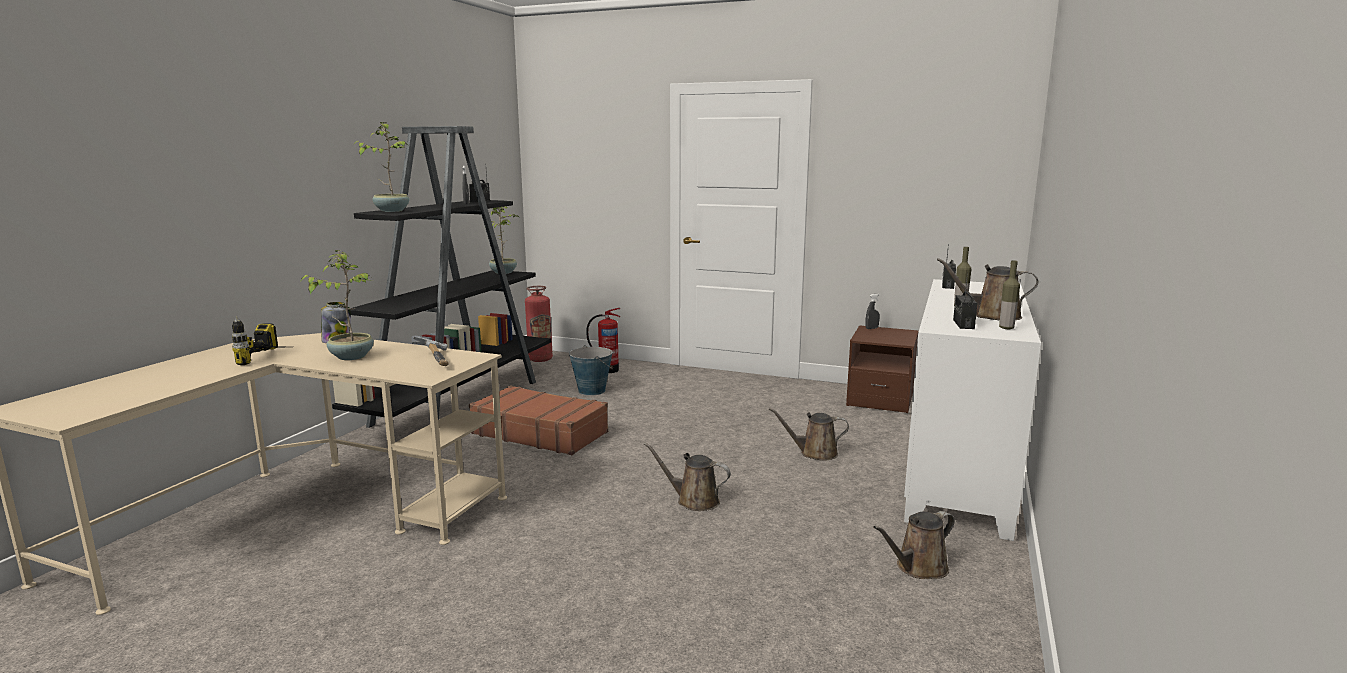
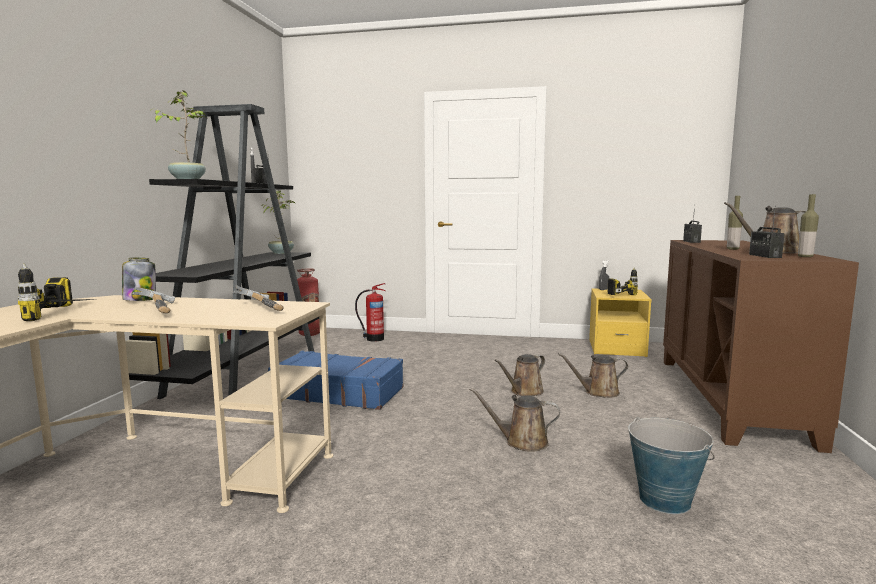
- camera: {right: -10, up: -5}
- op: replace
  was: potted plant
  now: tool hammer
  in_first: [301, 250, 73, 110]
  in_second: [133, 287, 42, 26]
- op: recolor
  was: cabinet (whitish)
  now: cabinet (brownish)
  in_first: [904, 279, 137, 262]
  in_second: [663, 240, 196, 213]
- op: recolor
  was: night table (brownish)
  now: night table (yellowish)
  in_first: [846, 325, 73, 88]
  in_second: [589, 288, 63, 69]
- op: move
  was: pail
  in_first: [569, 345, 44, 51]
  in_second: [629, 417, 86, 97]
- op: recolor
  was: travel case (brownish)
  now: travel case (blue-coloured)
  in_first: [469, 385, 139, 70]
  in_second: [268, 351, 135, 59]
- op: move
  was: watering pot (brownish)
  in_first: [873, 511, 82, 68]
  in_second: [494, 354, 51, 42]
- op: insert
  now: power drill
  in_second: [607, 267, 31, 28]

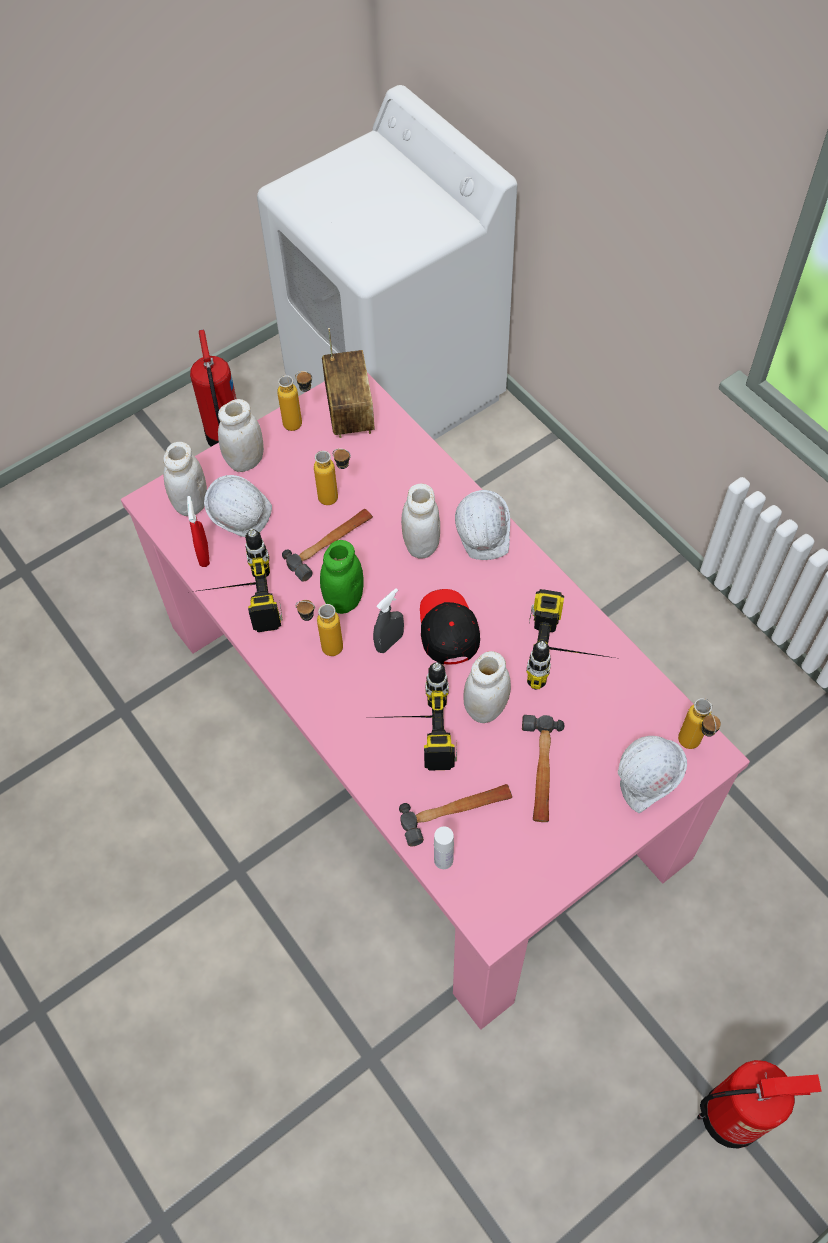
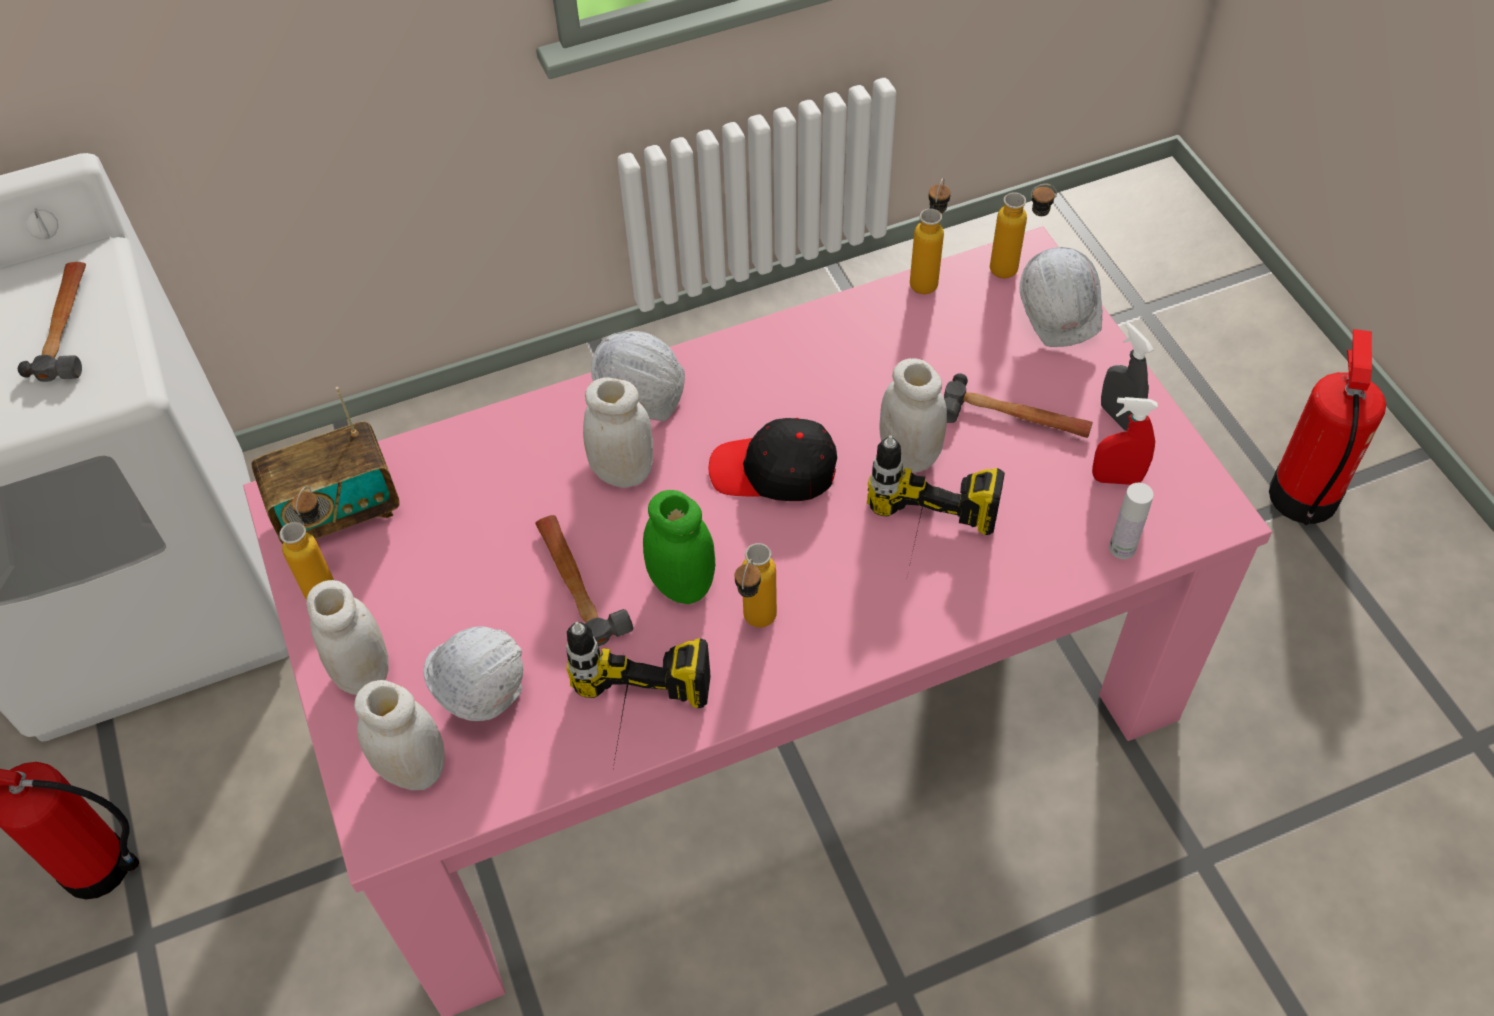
- camera: {right: -75, up: -5}
- op: rotate
  was: radio
  in_first: [322, 328, 53, 110]
  in_second: [252, 387, 148, 157]
  clockwise: 150
- op: move
  was: bottle
  in_first: [314, 449, 37, 56]
  in_second: [910, 178, 41, 116]
- op: move
  was: spray bottle (red-coloured)
  in_first: [187, 496, 23, 71]
  in_second: [1092, 397, 66, 88]
- op: move
  was: spray bottle (grey)
  in_first: [373, 588, 31, 65]
  in_second: [1101, 322, 53, 109]
- op: delete
  was: power drill
  in_first: [526, 589, 88, 101]
- op: move
  was: tool hammer
  in_first: [399, 784, 113, 63]
  in_second: [18, 262, 68, 120]

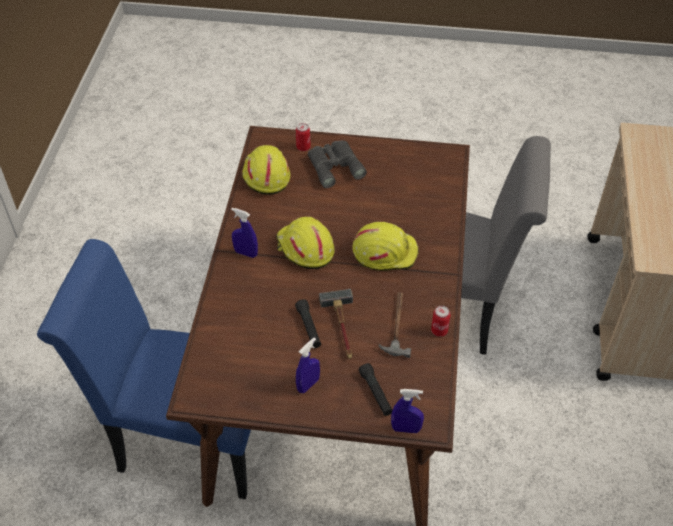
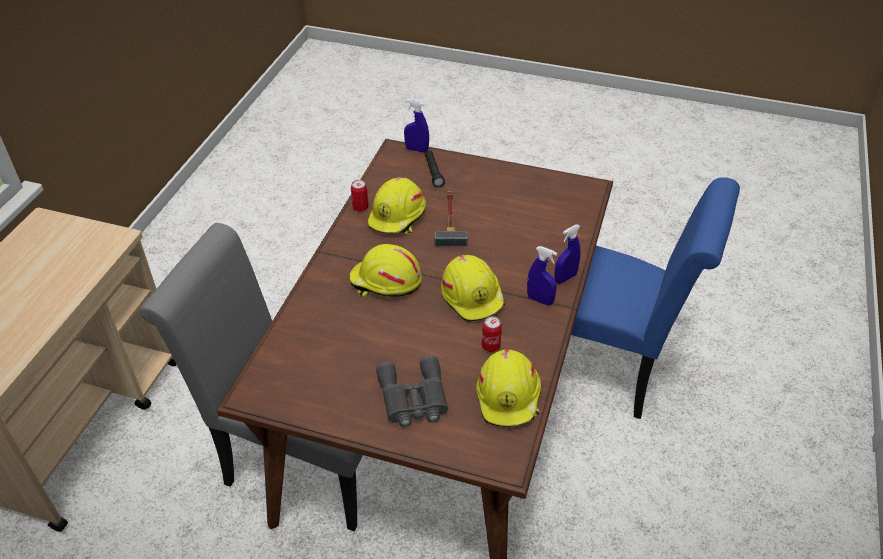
- camera: {right: -170, up: -5}
- op: move
  was: can
  in_first: [296, 123, 15, 28]
  in_second: [482, 316, 20, 36]
- op: replace
  was: tool hammer
  now: work helmet (yellowish)
  in_first: [379, 292, 32, 66]
  in_second: [367, 177, 59, 57]
- op: delete
  was: flashlight (black-coloured)
  in_first: [295, 299, 26, 49]
- op: move
  was: spray bottle (blue-coloured)
  in_first: [296, 337, 24, 56]
  in_second: [554, 224, 27, 60]

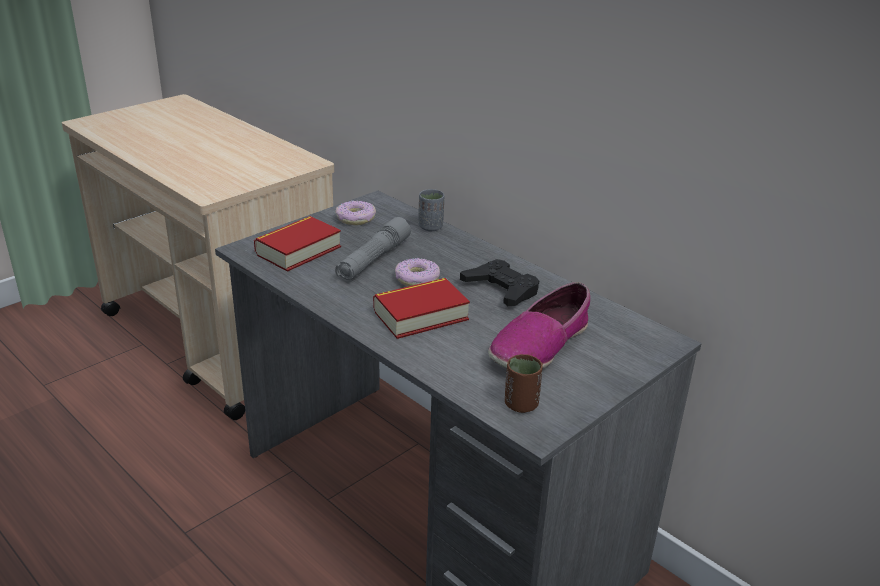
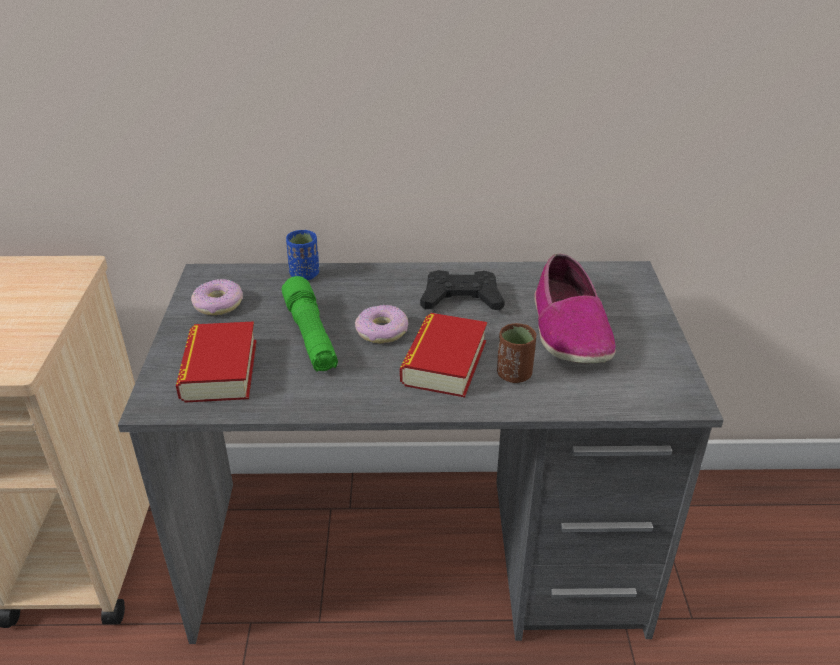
- camera: {right: -45, up: 5}
- op: recolor
  was: cup (grey)
  now: cup (blue-coloured)
  in_first: [418, 189, 27, 42]
  in_second: [286, 230, 33, 50]
- op: recolor
  was: flashlight (grey)
  now: flashlight (green-coloured)
  in_first: [335, 217, 76, 63]
  in_second: [282, 276, 56, 96]
- op: move
  was: cup (brownish)
  in_first: [505, 354, 38, 59]
  in_second: [497, 323, 39, 60]

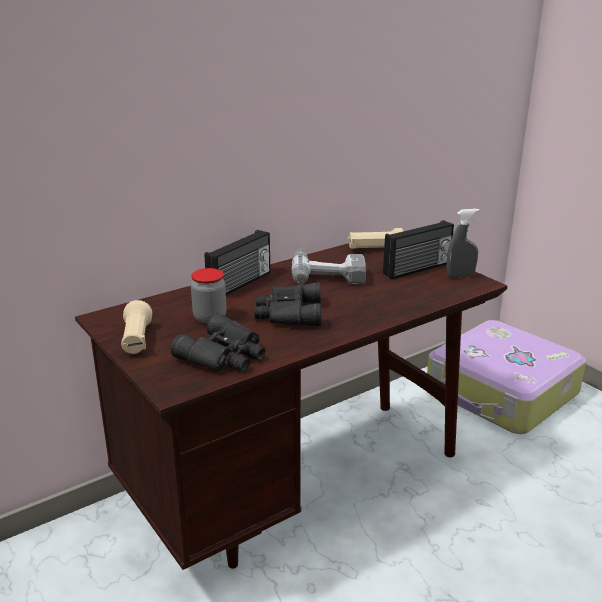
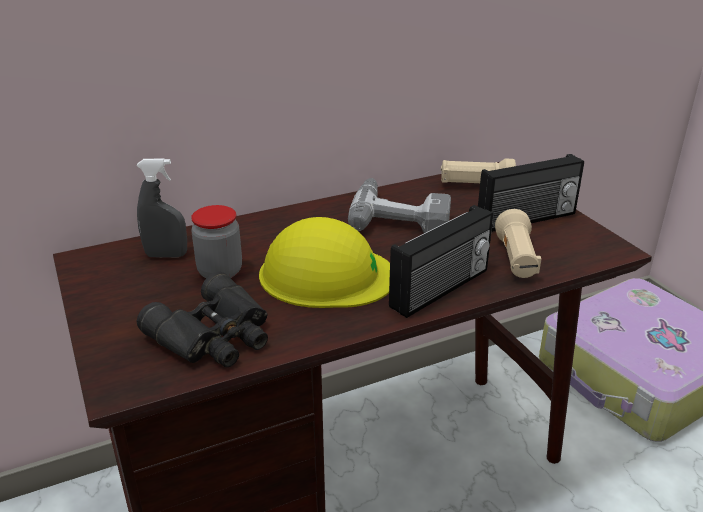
- camera: {right: 10, up: 5}
- op: move
  was: spray bottle (grey)
  in_first: [446, 209, 34, 69]
  in_second: [136, 158, 51, 100]
- op: move
  was: radio
  in_first: [204, 230, 66, 65]
  in_second: [389, 205, 104, 113]
- op: replace
  was: pair of binoculars (black-coloured)
  now: work helmet (yellowish)
  in_first: [254, 282, 67, 44]
  in_second: [259, 217, 131, 91]
- op: move
  was: flashlight (beige-coloured)
  in_first: [121, 300, 31, 54]
  in_second: [495, 209, 46, 69]

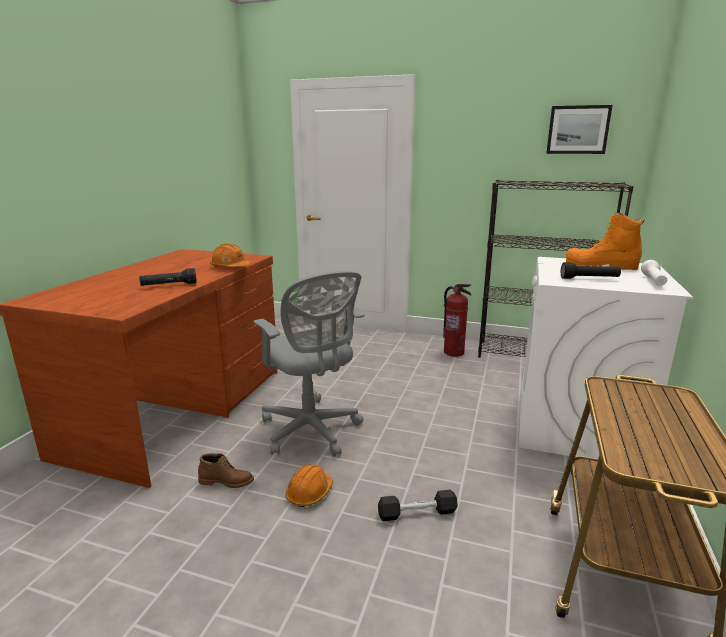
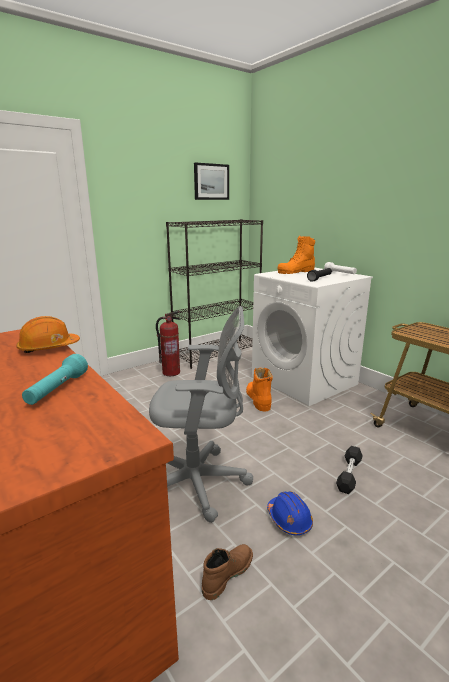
- camera: {right: -55, up: 0}
- op: recolor
  was: flashlight (black-coloured)
  now: flashlight (turquoise-coloured)
  in_first: [139, 268, 58, 18]
  in_second: [22, 354, 66, 51]
- op: recolor
  was: work helmet (orangey)
  now: work helmet (blue-coloured)
  in_first: [286, 464, 47, 43]
  in_second: [267, 491, 46, 44]
- op: insert
  now: tall boot (orangey)
  in_second: [246, 368, 27, 43]

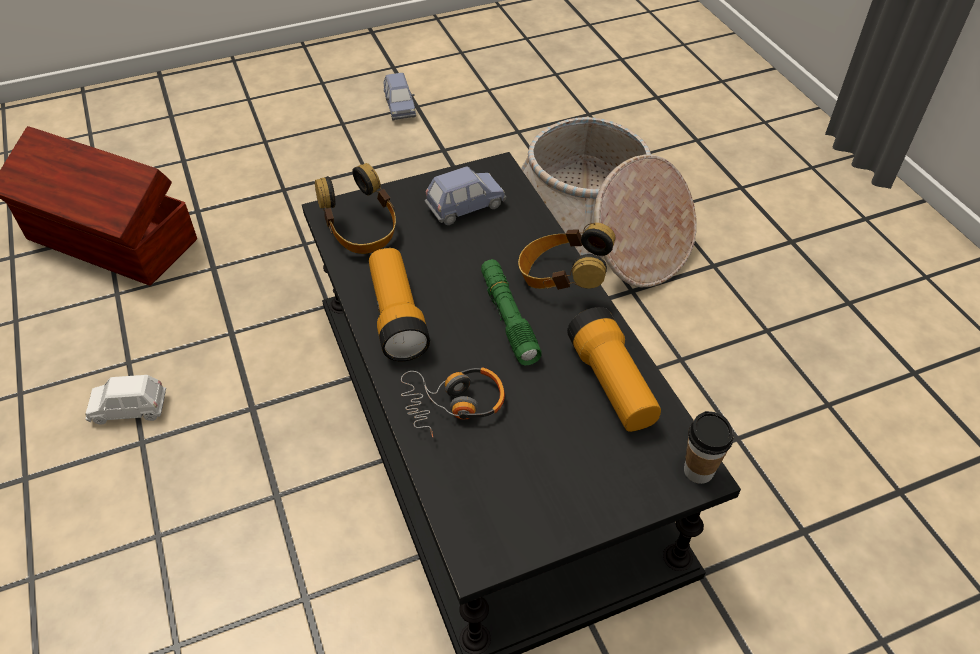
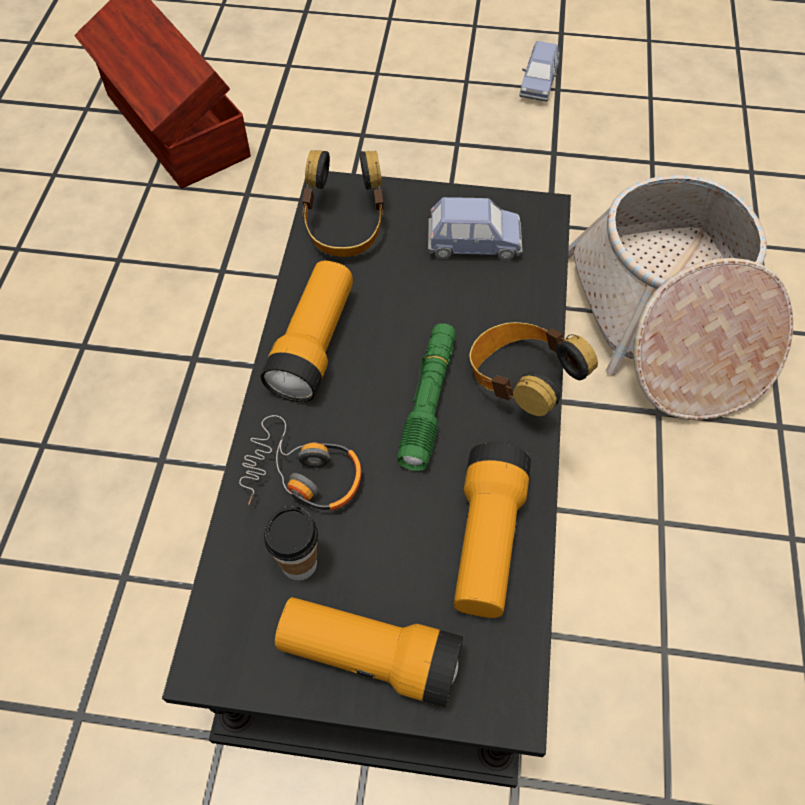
- camera: {right: 30, up: 10}
- op: delete
  was: miniature car (whitish)
  in_first: [85, 375, 81, 49]
- op: move
  was: cup
  in_first: [684, 411, 49, 73]
  in_second: [264, 506, 54, 75]
- op: insert
  now: flashlight
  in_second: [275, 597, 188, 110]

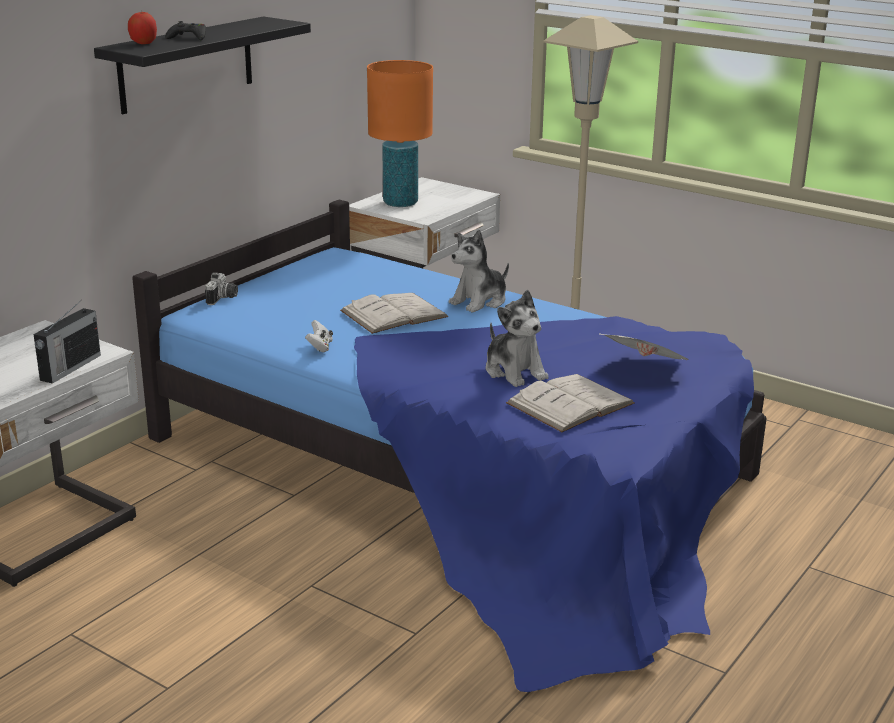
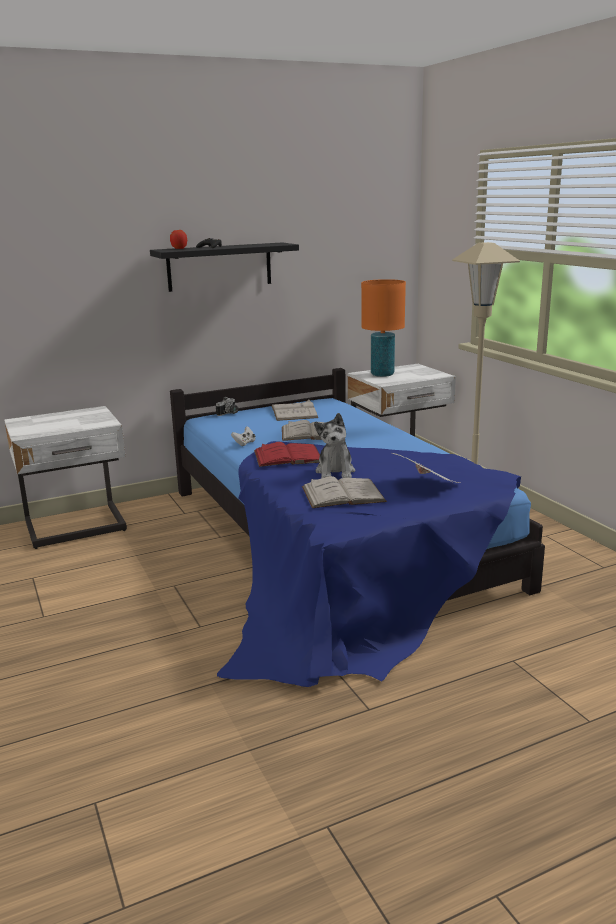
- camera: {right: 30, up: -5}
- op: delete
  was: soft toy
  in_first: [449, 230, 60, 83]
- op: delete
  was: radio
  in_first: [33, 302, 68, 82]
- op: insert
  now: volume (whitish)
  in_second: [272, 400, 47, 21]
- op: insert
  now: volume (red-coloured)
  in_second: [254, 442, 66, 25]

